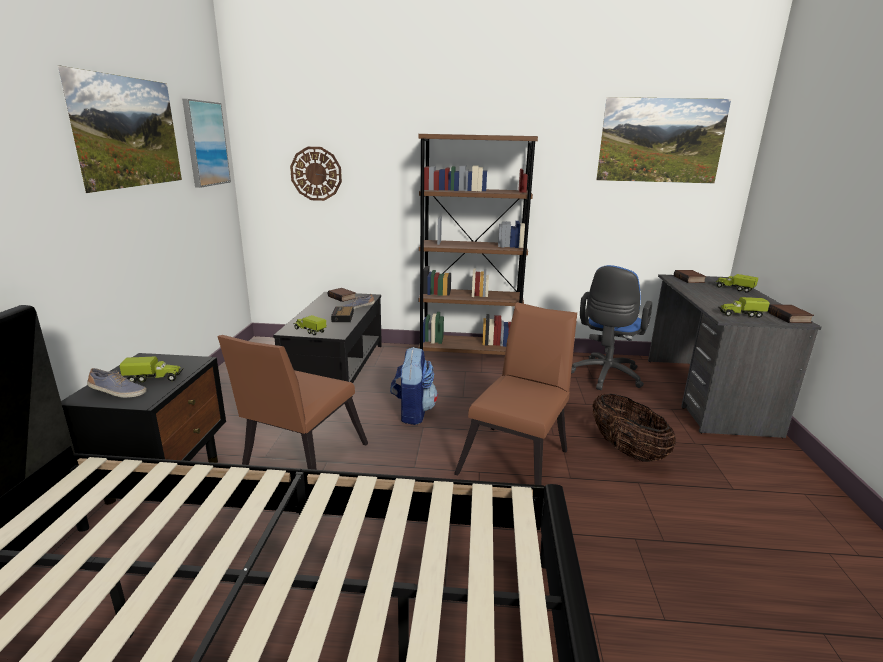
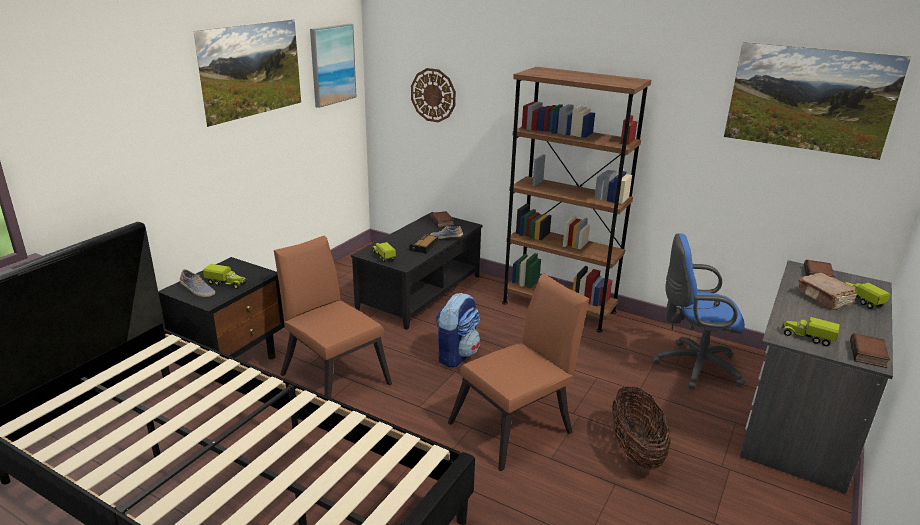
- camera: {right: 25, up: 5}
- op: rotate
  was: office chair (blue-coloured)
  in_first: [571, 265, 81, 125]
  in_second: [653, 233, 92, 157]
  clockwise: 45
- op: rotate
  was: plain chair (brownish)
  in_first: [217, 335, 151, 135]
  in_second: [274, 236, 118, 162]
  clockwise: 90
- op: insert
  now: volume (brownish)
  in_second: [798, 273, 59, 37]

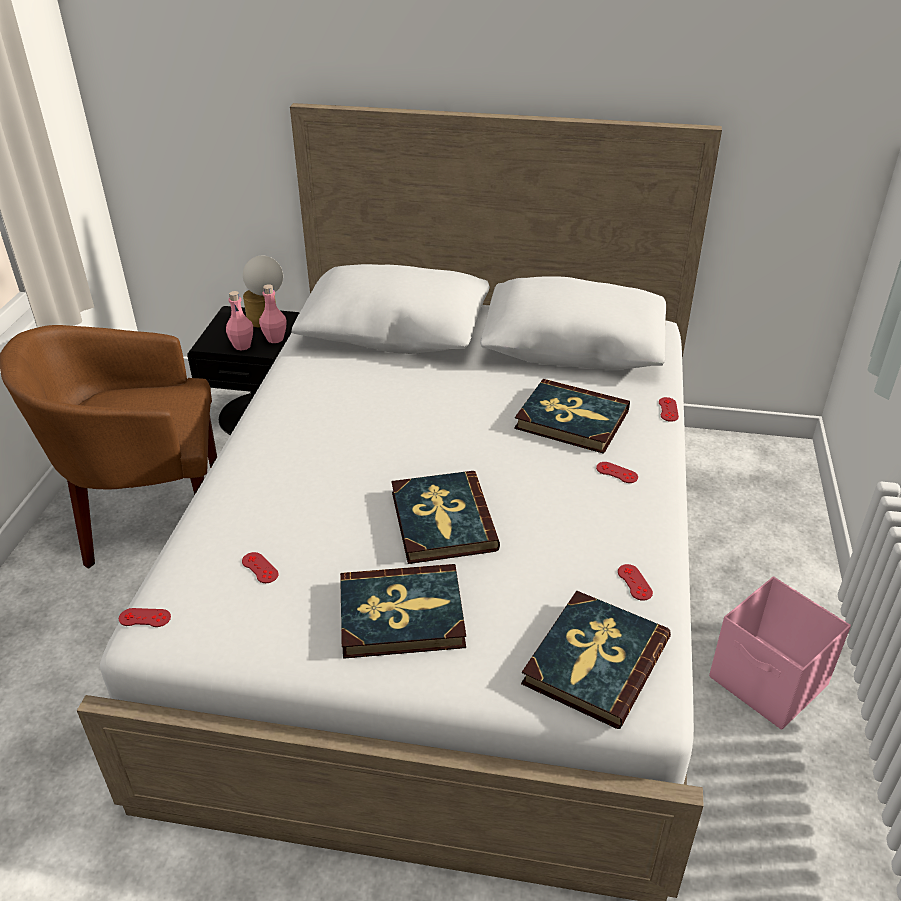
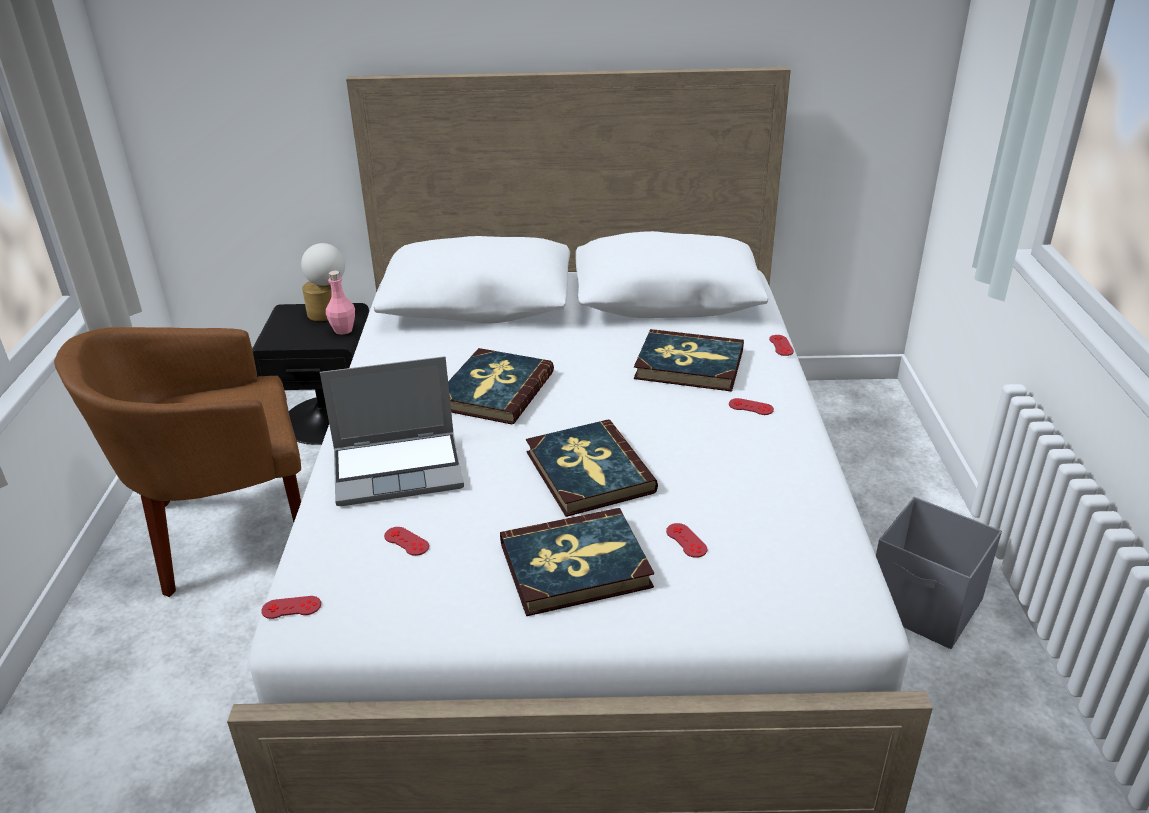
- camera: {right: -10, up: -5}
- op: delete
  was: bottle (pink-coloured)
  in_first: [226, 291, 27, 60]
- op: move
  was: gamepad (red-coloured)
  in_first: [618, 564, 35, 37]
  in_second: [666, 523, 41, 35]
- op: recolor
  was: storage box (pink-coloured)
  now: storage box (grey)
  in_first: [709, 577, 142, 153]
  in_second: [876, 497, 126, 152]
- op: move
  was: volume
  in_first: [521, 591, 150, 138]
  in_second: [448, 348, 106, 76]
- op: insert
  now: portable computer
  in_second: [320, 356, 144, 150]

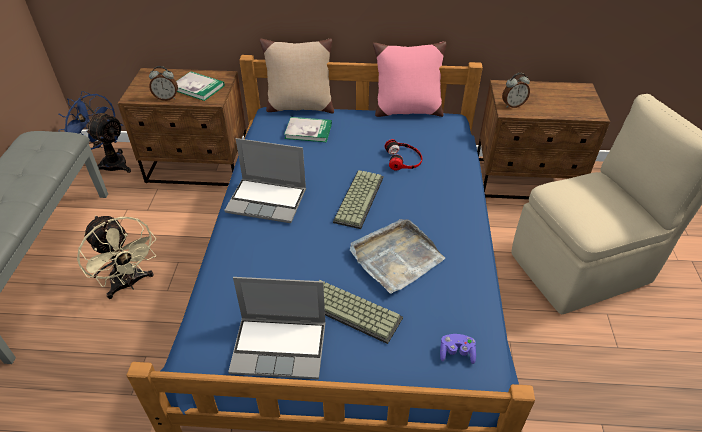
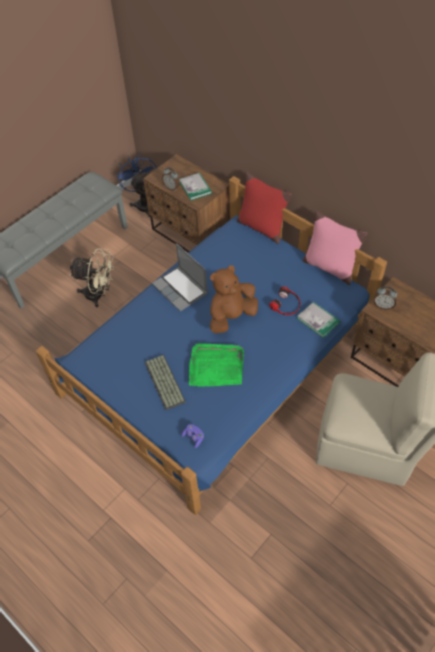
- camera: {right: 40, up: 10}
- op: recolor
  was: cushion (beige-coloured)
  now: cushion (red-coloured)
  in_first: [260, 39, 74, 74]
  in_second: [237, 172, 55, 72]
- op: move
  was: volume
  in_first: [284, 117, 48, 25]
  in_second: [297, 302, 43, 36]
- op: replace
  was: keyboard
  now: soft toy (brownish)
  in_first: [333, 170, 51, 59]
  in_second: [210, 266, 48, 67]
- op: rotate
  was: electric fan (beige-coloured)
  in_first: [77, 215, 79, 84]
  in_second: [70, 248, 45, 59]
  clockwise: -75
- op: recolor
  was: carrying tray (grey)
  now: carrying tray (green-coloured)
  in_first: [350, 219, 95, 75]
  in_second: [189, 343, 55, 44]
- op: delete
  was: portable computer
  in_first: [228, 277, 98, 102]

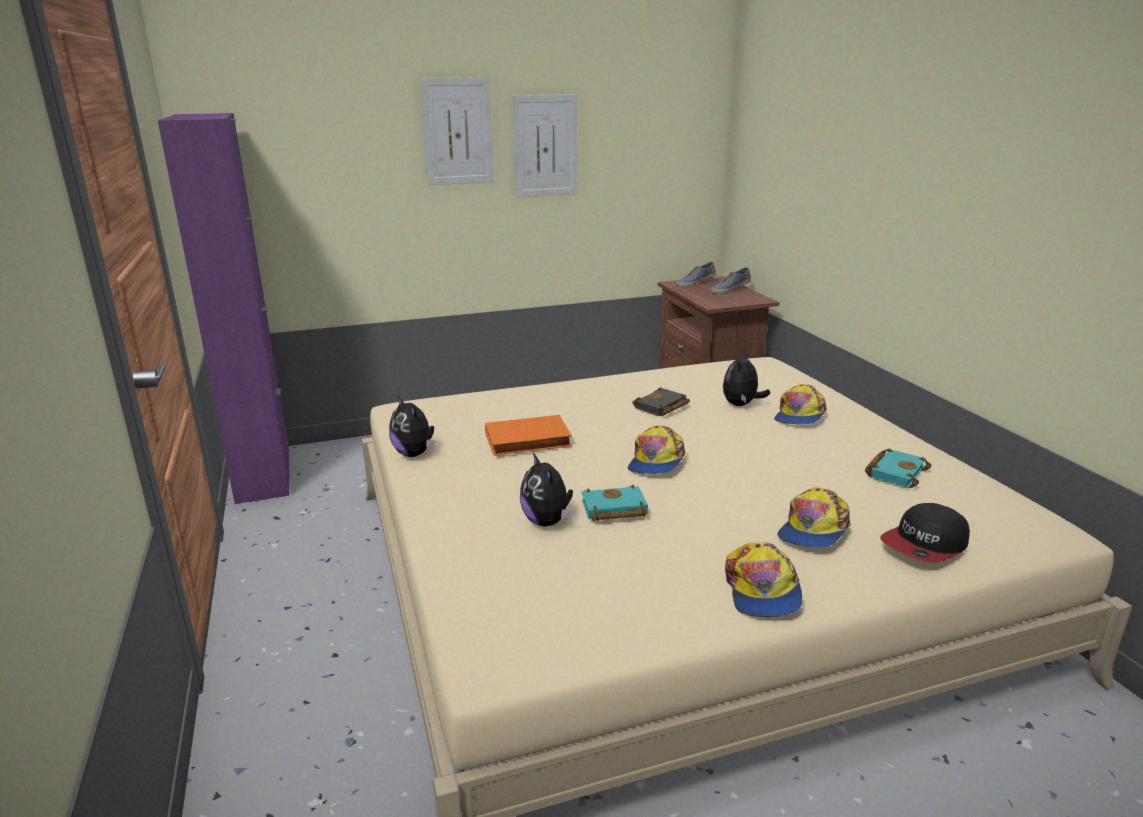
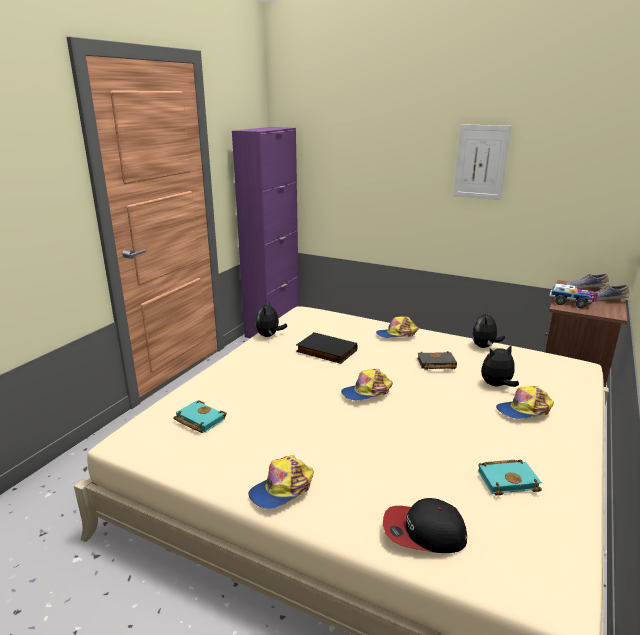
- camera: {right: 45, up: 0}
- op: delete
  was: picture
  in_first: [419, 77, 75, 108]
- op: recolor
  was: volume (orangey)
  now: volume (black-coloured)
  in_first: [485, 415, 87, 41]
  in_second: [296, 332, 62, 32]
- op: move
  was: soft toy
  in_first: [520, 452, 53, 75]
  in_second: [472, 309, 33, 39]
- op: move
  was: volume (turquoise-coloured)
  in_first: [582, 485, 66, 36]
  in_second: [173, 400, 54, 33]
- op: move
  was: cap
  in_first: [777, 487, 74, 61]
  in_second: [376, 316, 43, 22]
- op: insert
  now: toy lorry
  in_second: [549, 283, 49, 26]

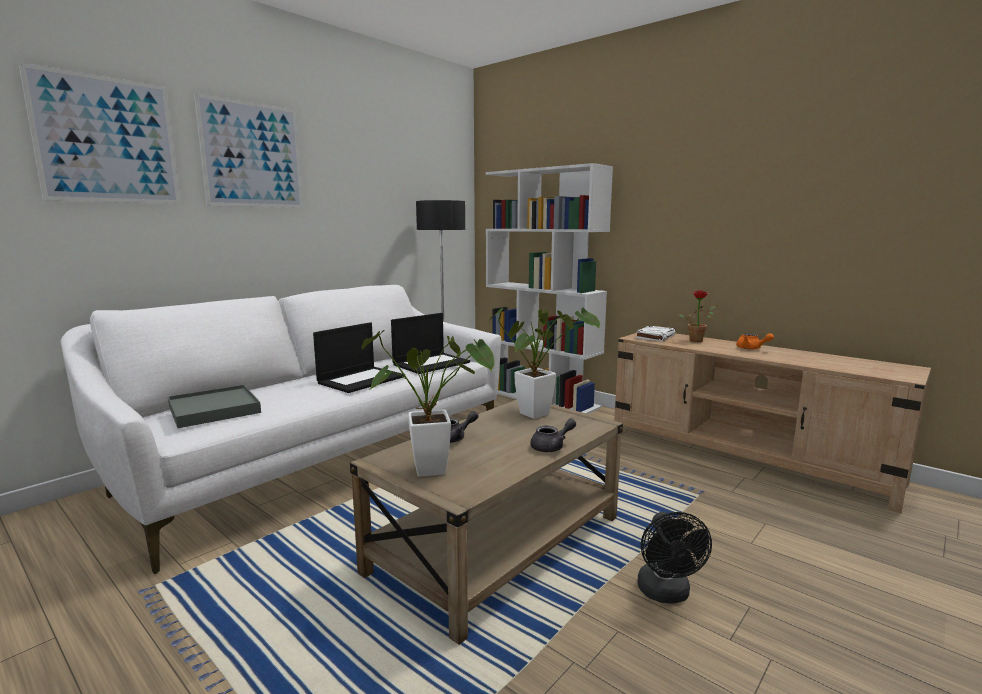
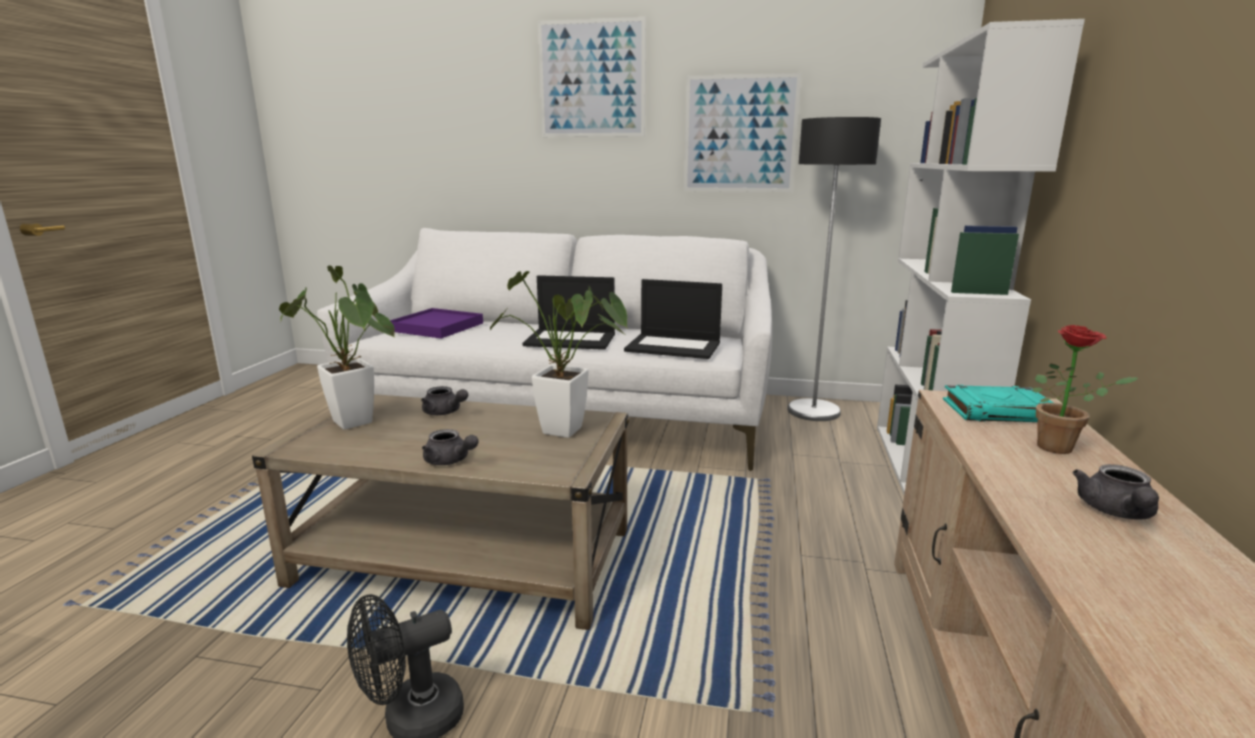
- camera: {right: 60, up: 5}
- op: move
  was: picture
  in_first: [18, 62, 163, 142]
  in_second: [684, 73, 117, 119]
- op: recolor
  was: volume (whitish)
  now: volume (turquoise-coloured)
  in_first: [636, 326, 40, 16]
  in_second: [943, 385, 110, 37]
- op: recolor
  was: tea pot (orangey)
  now: tea pot (grey)
  in_first: [736, 333, 38, 17]
  in_second: [1073, 464, 86, 56]
- op: recolor
  was: carrying tray (grey)
  now: carrying tray (purple-coloured)
  in_first: [168, 385, 93, 43]
  in_second: [390, 308, 93, 31]

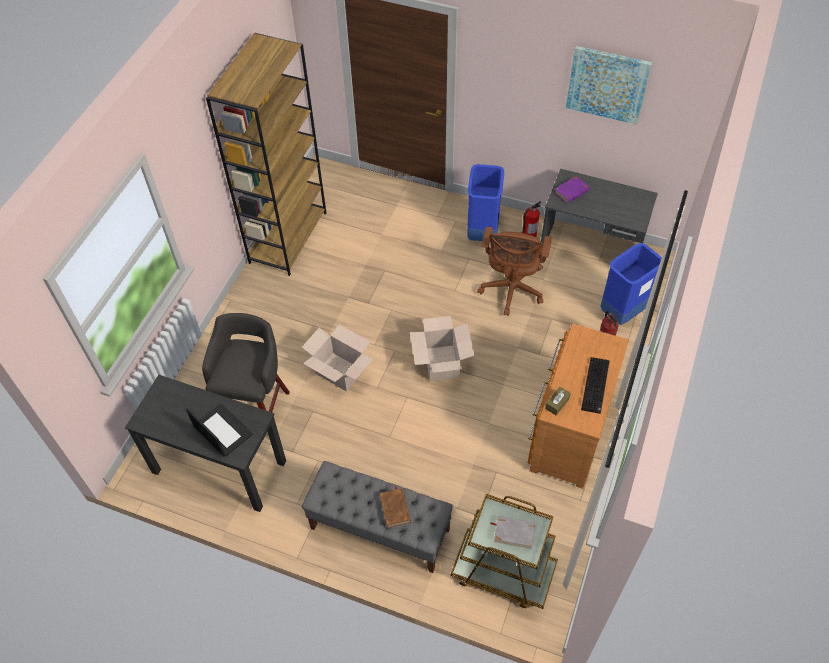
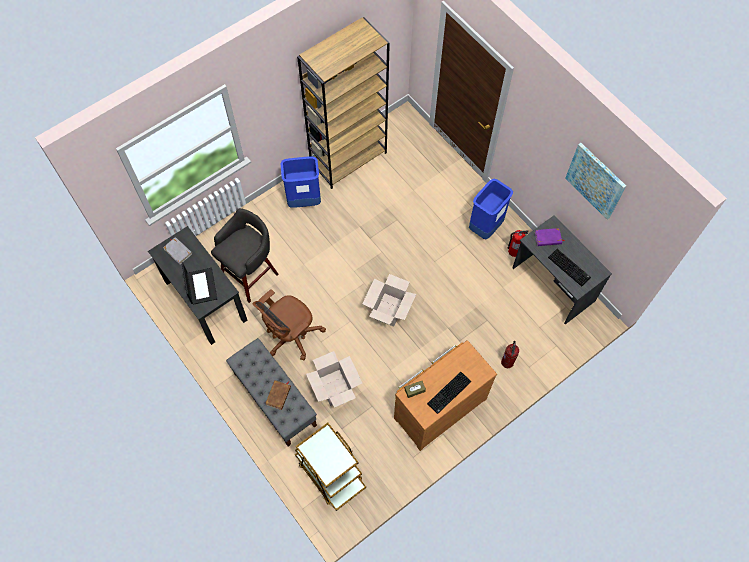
- camera: {right: 30, up: 10}
- op: move
  was: office chair (brownish)
  in_first: [477, 227, 75, 89]
  in_second: [253, 289, 73, 71]
- op: move
  was: trash can (blue-coloured)
  in_first: [600, 243, 62, 82]
  in_second: [281, 156, 40, 52]
- op: move
  was: cardboard box
  in_first: [302, 324, 71, 67]
  in_second: [306, 351, 56, 57]
- op: move
  was: volume (grey)
  in_first: [490, 516, 46, 33]
  in_second: [163, 237, 29, 27]
- op: insert
  now: keyboard
  in_second: [548, 249, 43, 37]

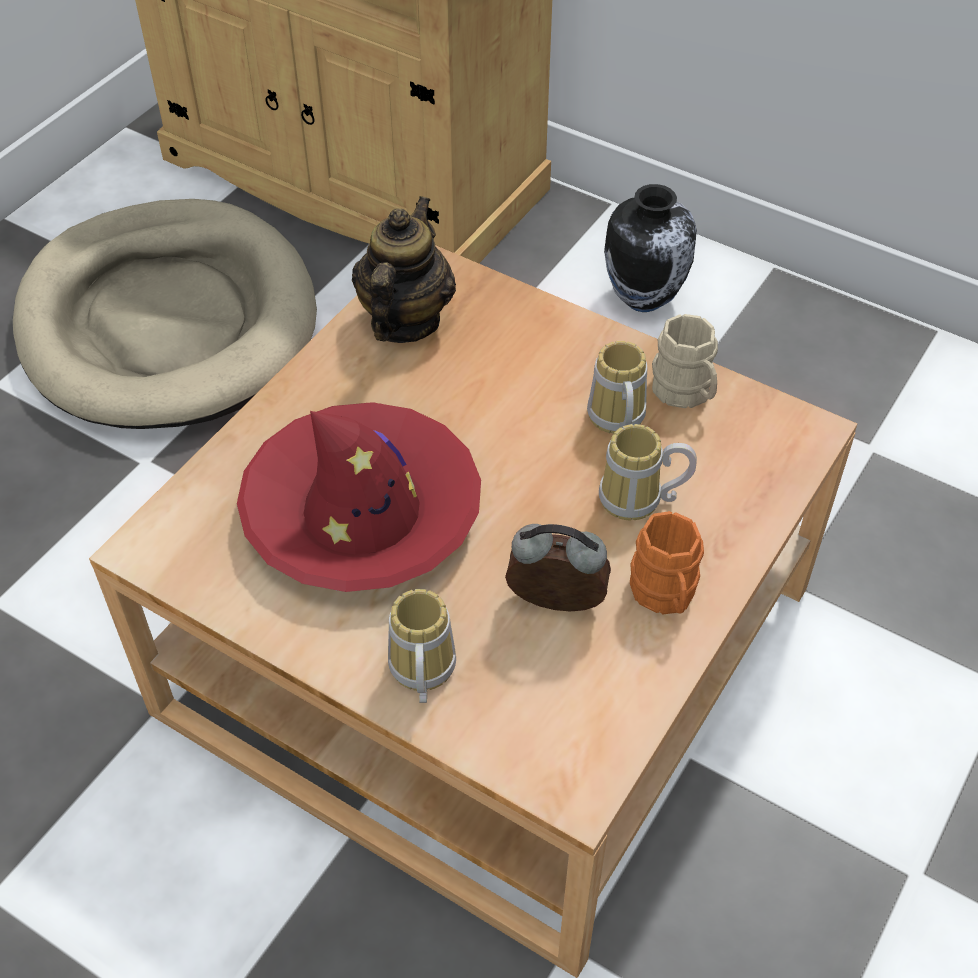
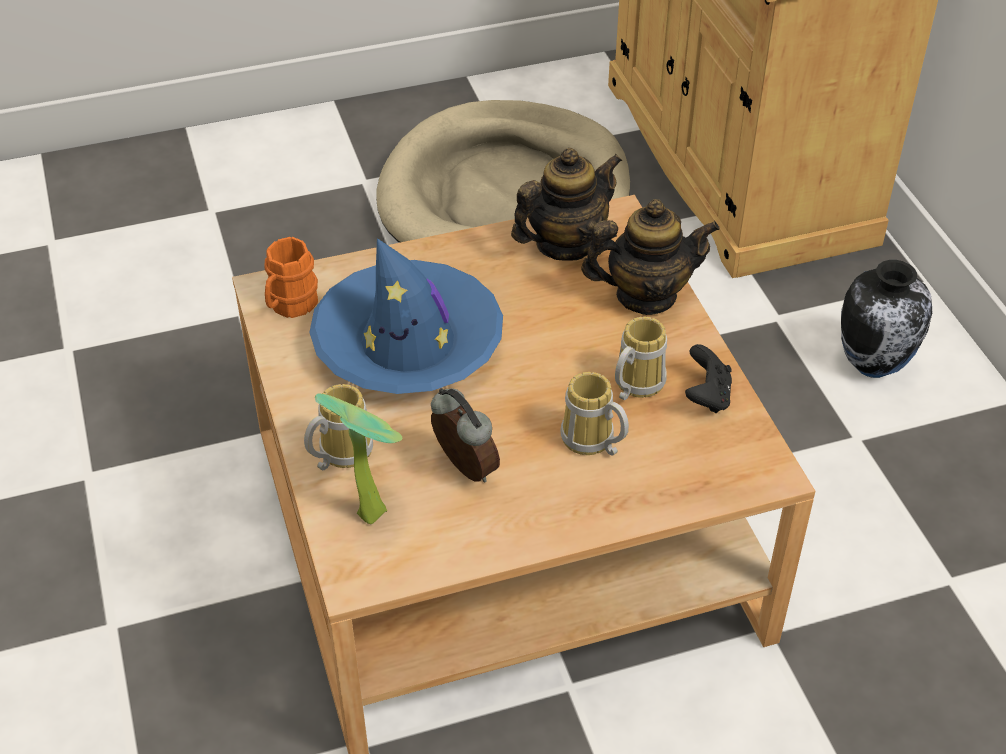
- camera: {right: 40, up: -5}
- op: replace
  was: coffee mug (beige-coloured)
  now: gamepad (black-coloured)
  in_first: [652, 314, 66, 94]
  in_second: [685, 344, 47, 69]
- op: recolor
  was: clothing hat (red-coloured)
  now: clothing hat (blue-coloured)
  in_first: [237, 402, 244, 190]
  in_second: [309, 238, 194, 156]
- op: move
  was: coffee mug (orangey)
  in_first: [630, 511, 74, 103]
  in_second: [264, 237, 54, 81]
- op: insert
  now: tea pot
  in_second: [581, 199, 139, 116]
- op: insert
  now: potted plant
  in_second: [315, 393, 87, 131]

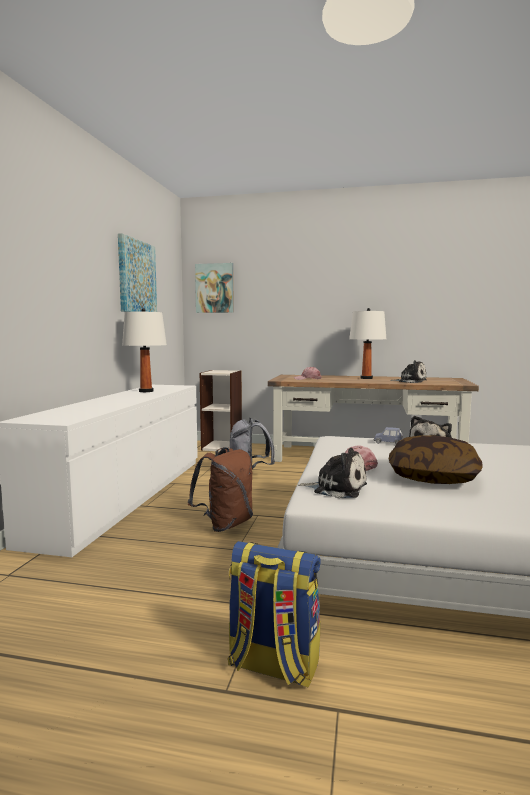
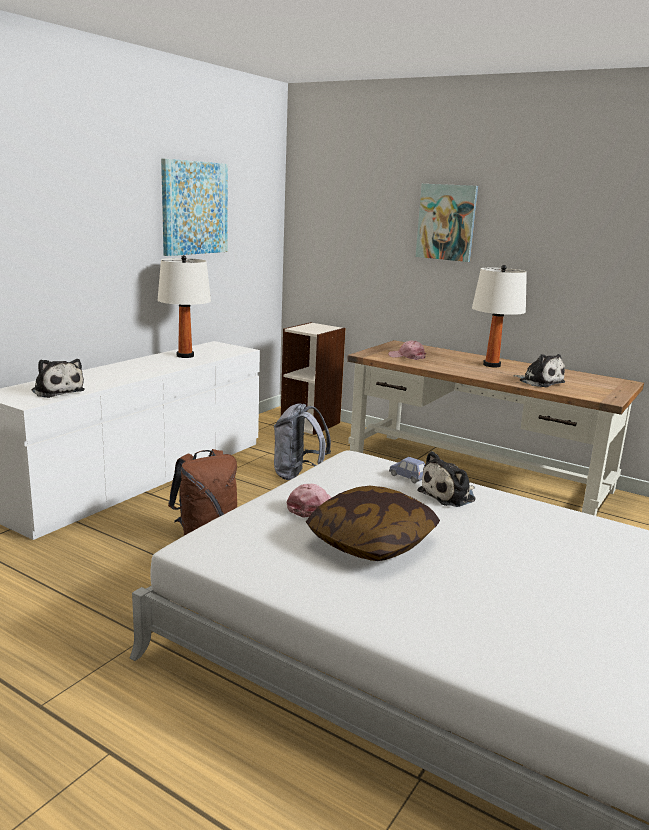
- camera: {right: 20, up: 10}
- op: move
  was: picture
  in_first: [195, 263, 39, 50]
  in_second: [416, 184, 62, 78]
- op: move
  was: soft toy
  in_first: [298, 448, 69, 50]
  in_second: [31, 359, 54, 39]
- op: delete
  was: backpack
  in_first: [228, 541, 93, 147]

